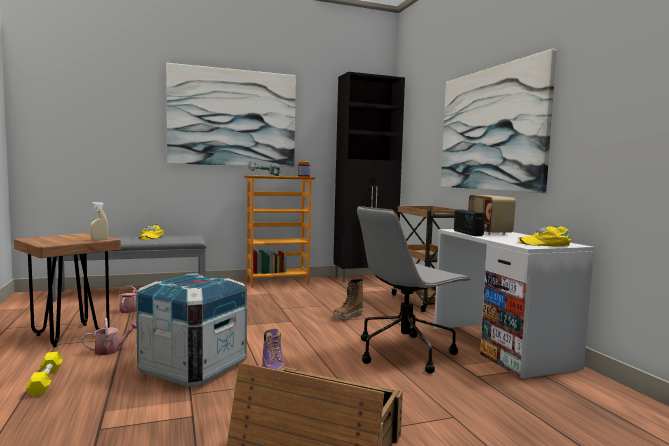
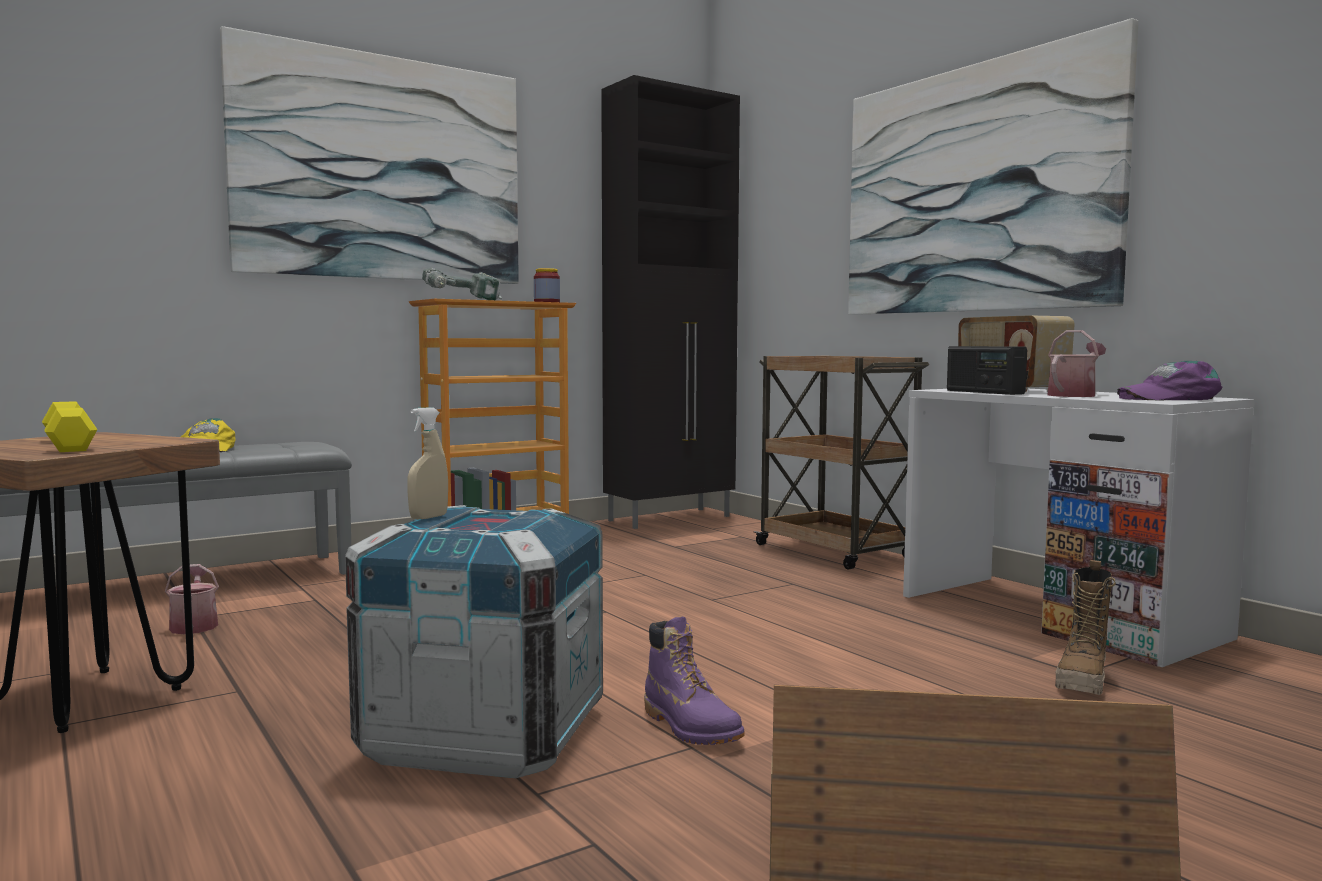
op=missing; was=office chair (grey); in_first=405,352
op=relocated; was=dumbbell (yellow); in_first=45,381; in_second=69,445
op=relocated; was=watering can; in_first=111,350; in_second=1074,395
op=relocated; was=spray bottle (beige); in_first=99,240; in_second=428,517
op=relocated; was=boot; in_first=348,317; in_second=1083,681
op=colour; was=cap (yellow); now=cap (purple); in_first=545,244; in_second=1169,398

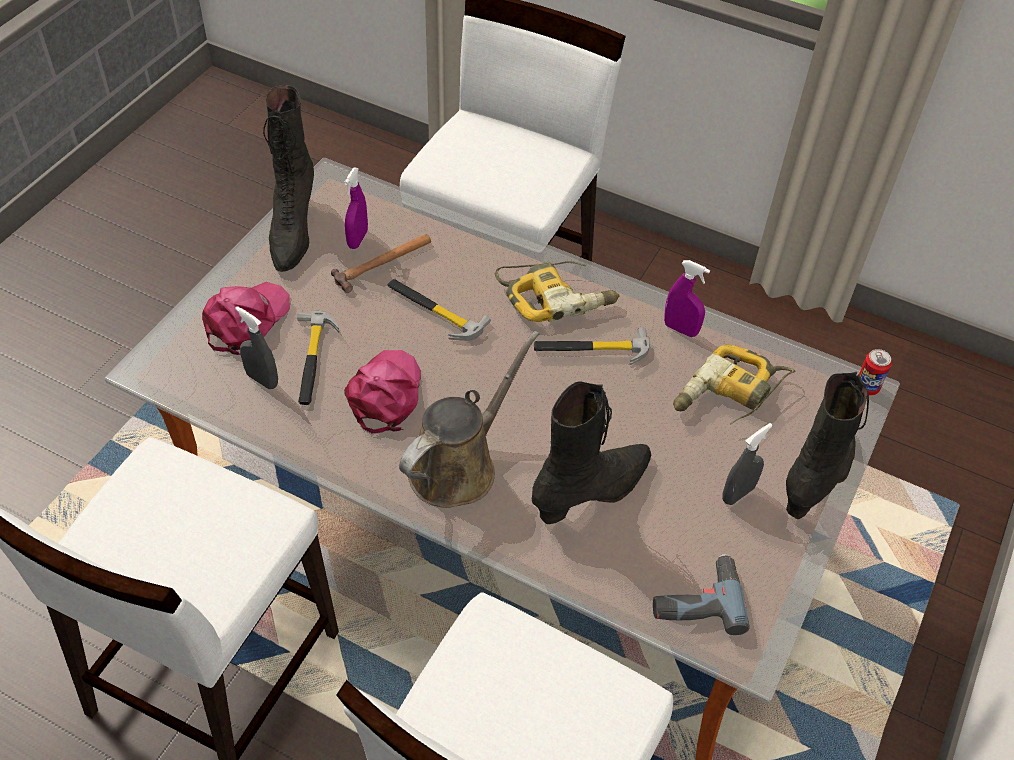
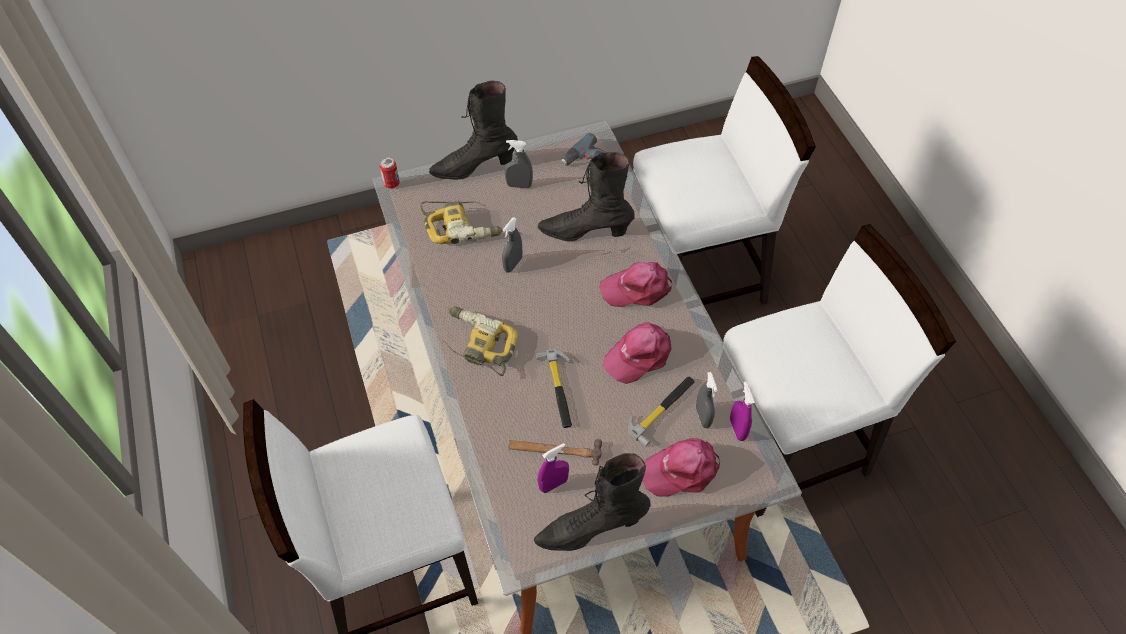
op=missing; was=hammer; in_first=591,349
op=appeared; now=spray bottle (grey); in_second=513,264
op=relocated; was=spray bottle (purple); in_first=680,329; in_second=737,429
op=exchanged; was=watering can (brown); now=cap (pink); in_first=458,466; in_second=637,288
op=spun; was=boot (black); in_first=292,230; in_second=590,528; clockwise=-150

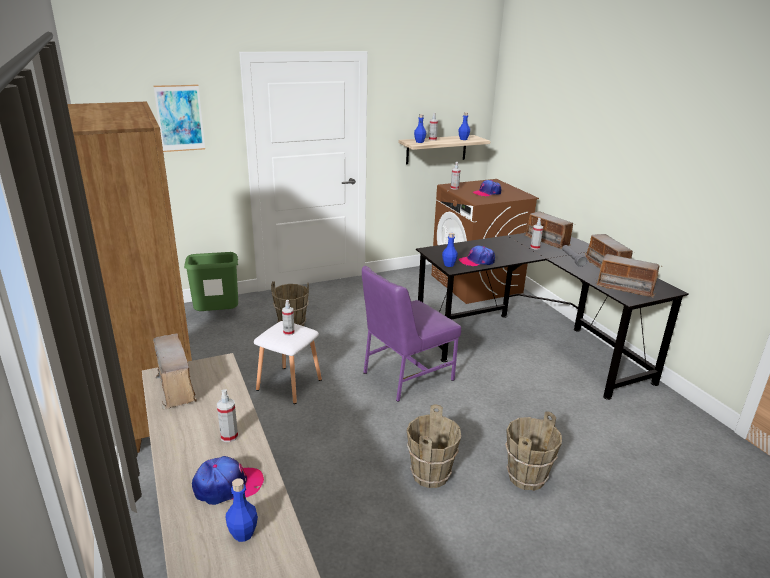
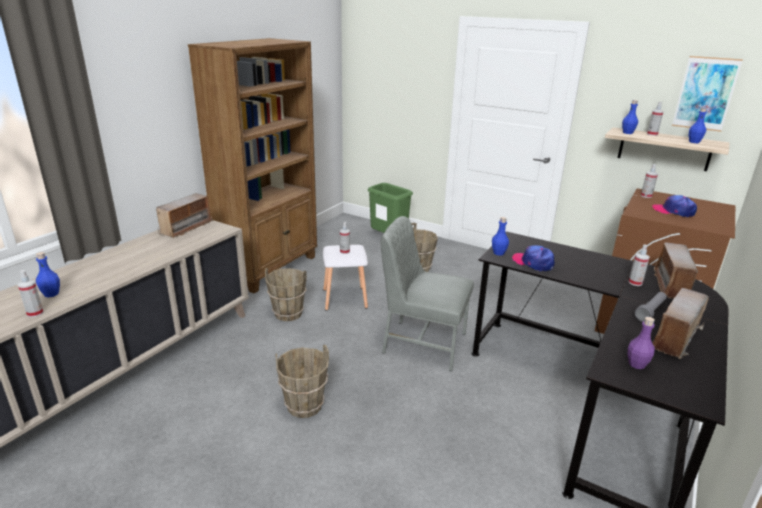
op=missing; was=cap; in_first=227,486
op=relocated; was=picture; in_first=180,118; in_second=705,93
op=relocated; was=spray bottle; in_first=229,436; in_second=35,313
op=relocated; was=bucket (brown); in_first=526,477; in_second=288,313
op=exchanged; was=radio; now=bottle (purple); in_first=625,288; in_second=636,364
op=colour; was=chair (purple); now=chair (grey); in_first=406,376; in_second=423,343

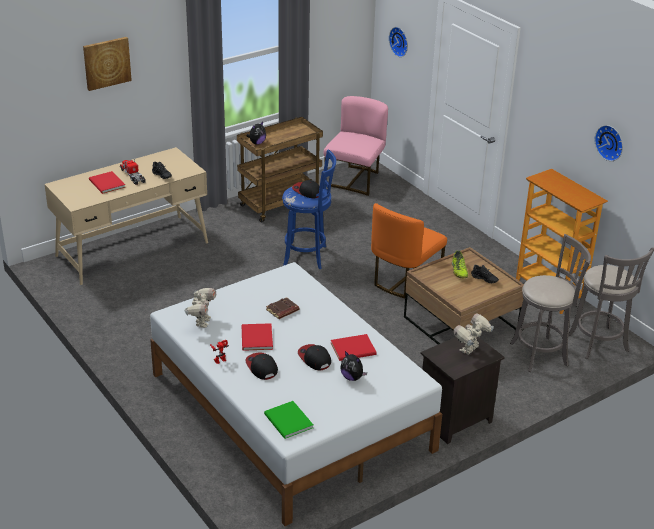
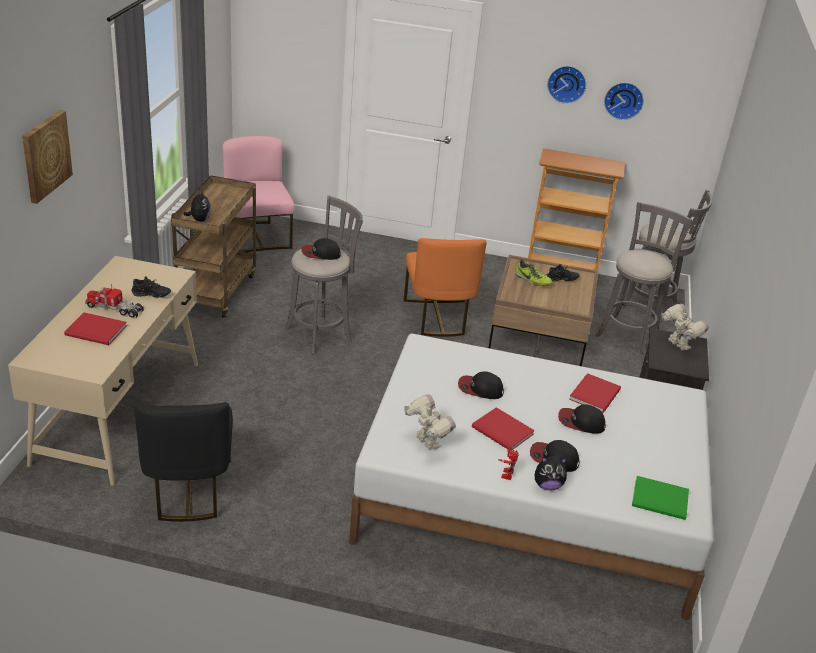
op=appeared; now=chair (black); in_second=188,490
op=relocated; was=plush toy; in_first=352,377; in_second=547,485
op=relocated; was=wall clock; in_first=400,41; in_second=567,83
op=exchanged; was=book (brown); now=cap; in_first=282,311; in_second=480,389
op=colour; was=stool (blue); now=stool (grey); in_first=308,256; in_second=321,333
op=spun; was=toy robot; in_first=470,350; in_second=677,345; clockwise=150

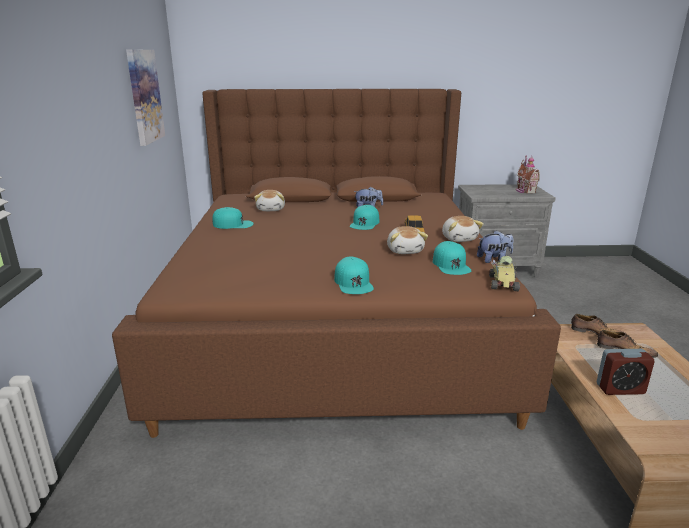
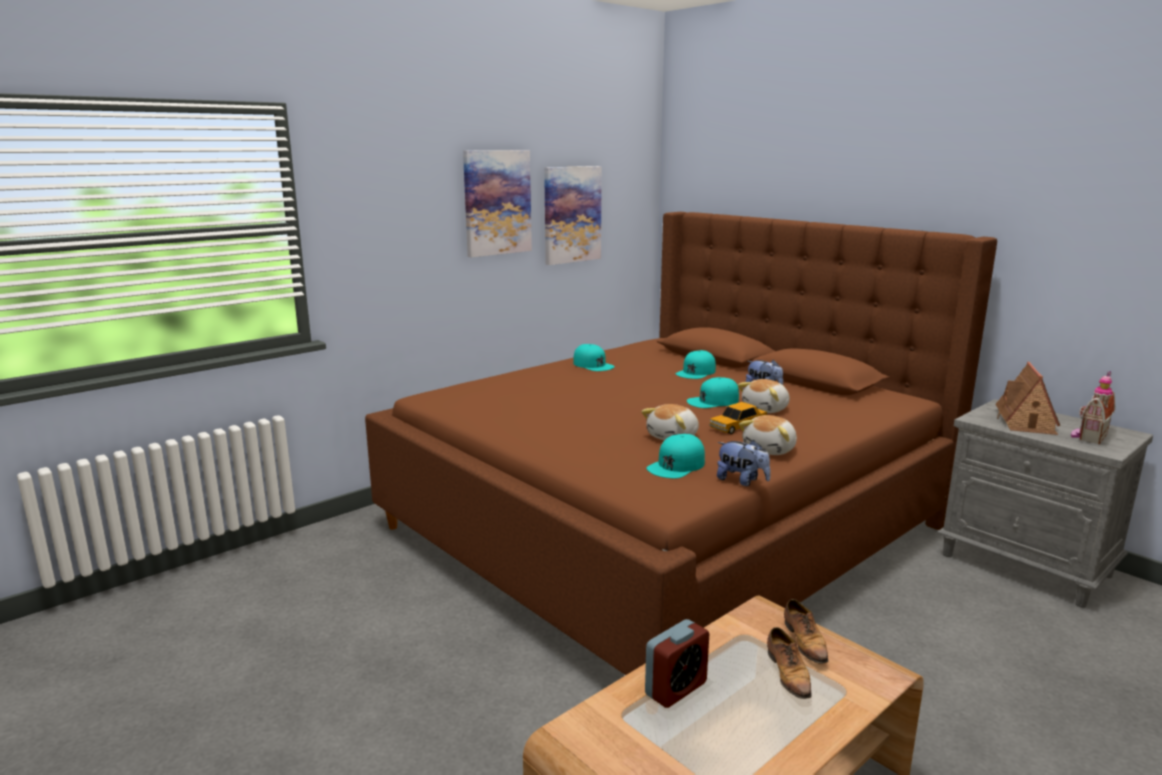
op=missing; was=toy car; in_first=502,283
op=appeared; now=picture; in_second=497,202
op=appeared; now=toy house; in_second=1026,422
op=relocated; was=plush toy; in_first=271,209; in_second=766,409
op=relocated; was=cap (turquoise); in_first=353,282; in_second=696,372
op=spun; was=alarm clock; in_first=620,389; in_second=676,689; clockwise=-90

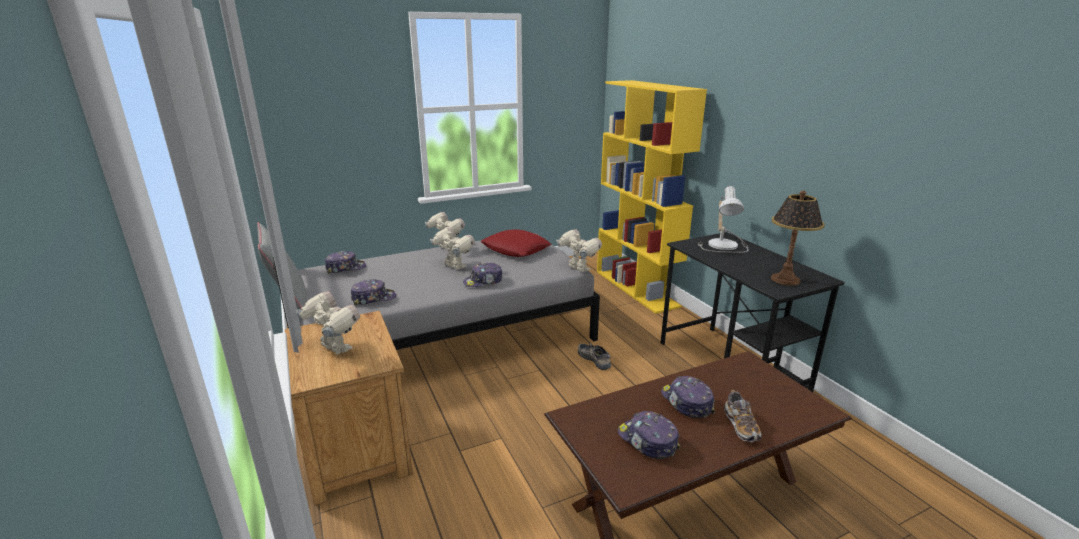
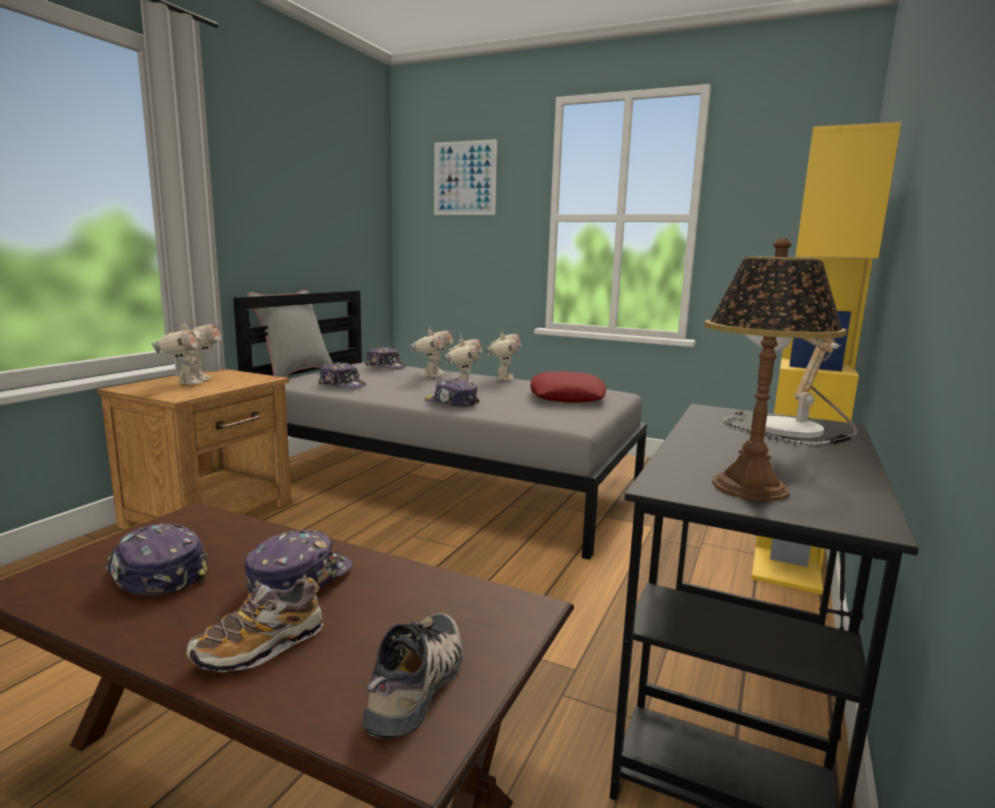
op=appeared; now=picture; in_second=464,178
op=relocated; was=toy robot; in_first=578,269; in_second=432,375
op=relocated; was=shoe; in_first=595,359; in_second=419,684
op=spun; was=cap; in_first=647,441; in_second=157,575; clockwise=-60

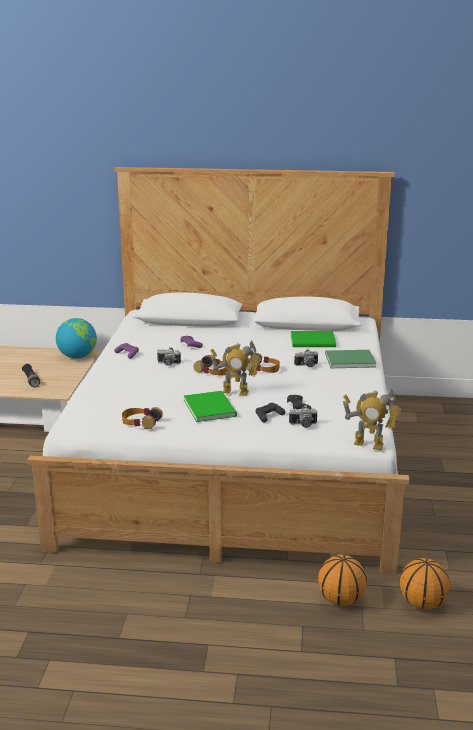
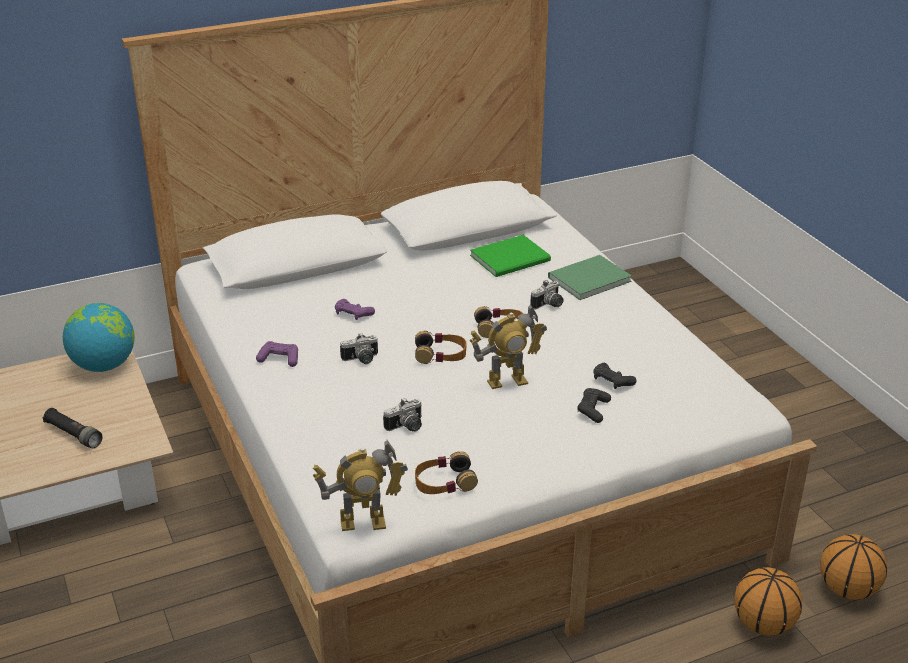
op=missing; was=book (green); in_first=210,407
op=relocated; was=photo camera; in_first=303,425; in_second=407,427
op=relocated; was=toy robot; in_first=368,444; in_second=363,523

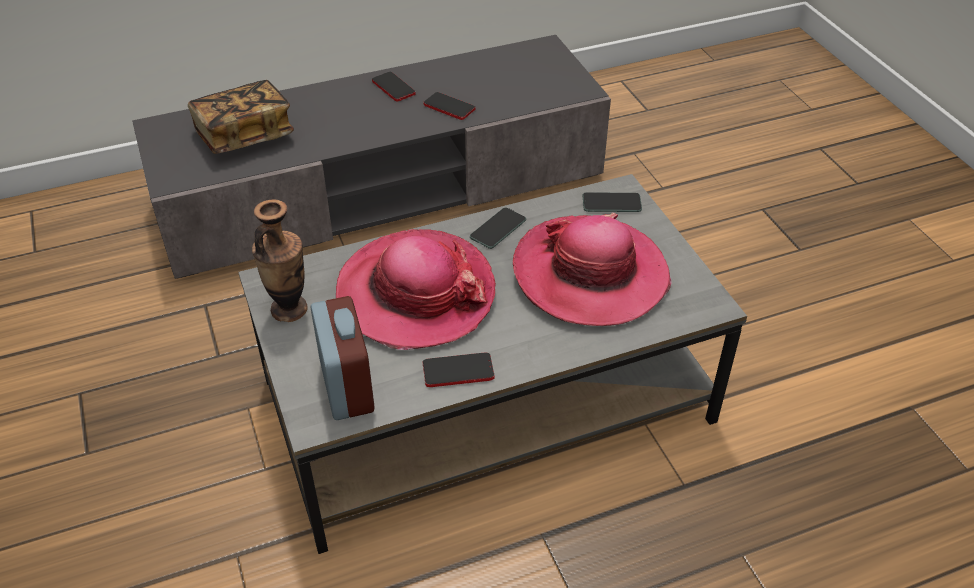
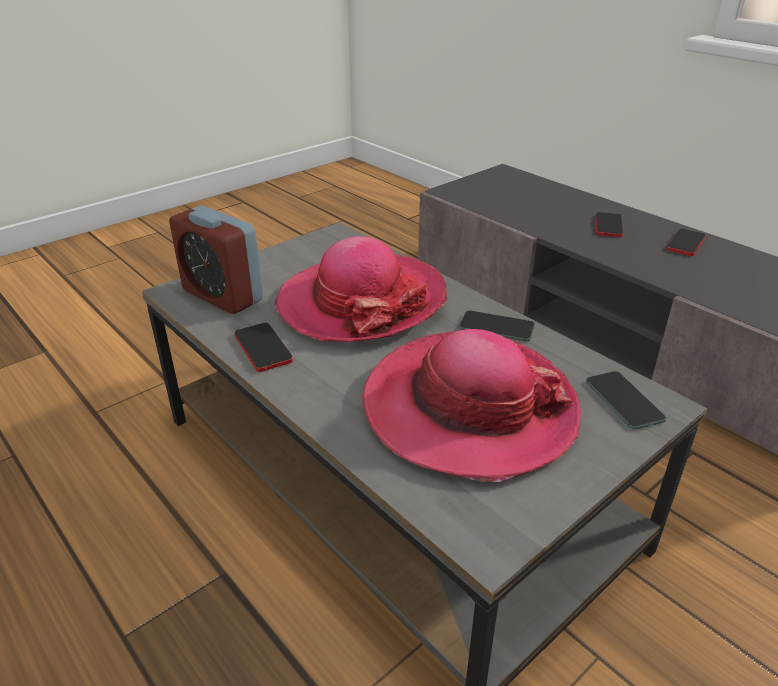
op=missing; was=book; in_first=244,135
op=missing; was=vase; in_first=289,309
op=relocated; was=phone; in_first=449,107; in_second=608,226
op=spun; was=alarm clock; in_first=347,386; in_second=222,295; clockwise=75

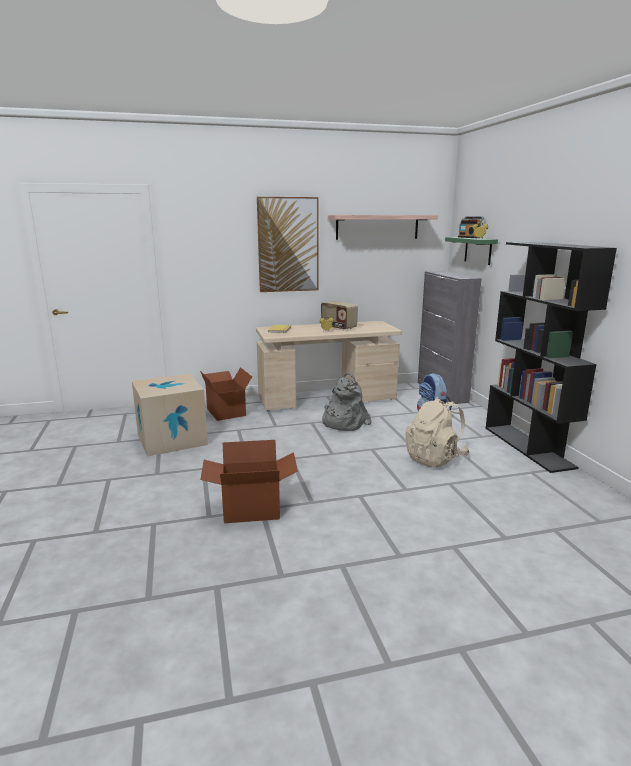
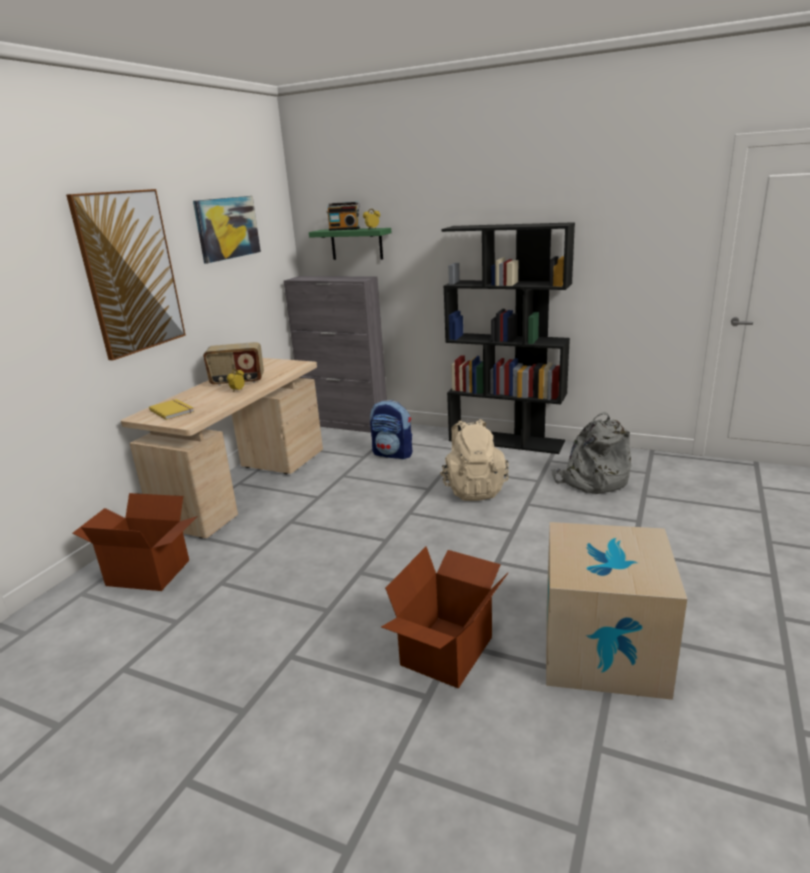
op=relocated; was=cardboard box; in_first=172,439; in_second=603,650
op=relocated; was=backpack (grey); in_first=343,422; in_second=592,481
op=exchanged; was=shelf; now=picture; in_first=377,227; in_second=227,228

